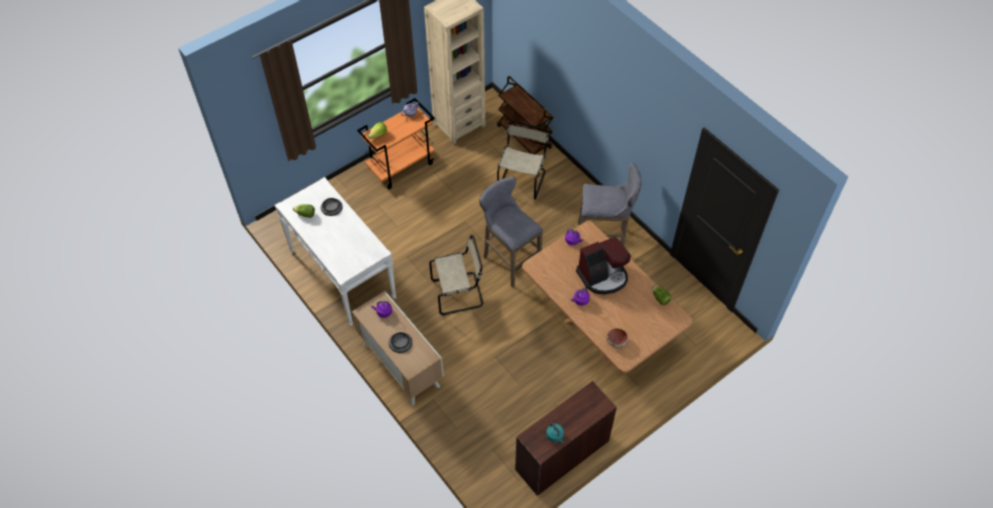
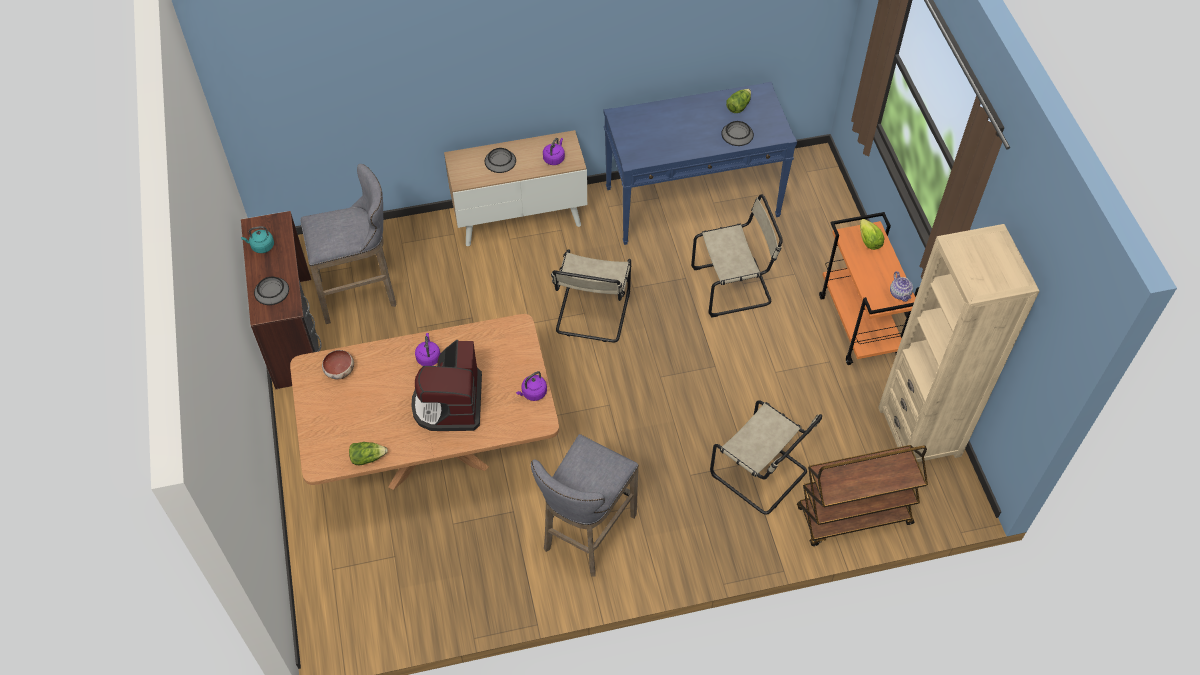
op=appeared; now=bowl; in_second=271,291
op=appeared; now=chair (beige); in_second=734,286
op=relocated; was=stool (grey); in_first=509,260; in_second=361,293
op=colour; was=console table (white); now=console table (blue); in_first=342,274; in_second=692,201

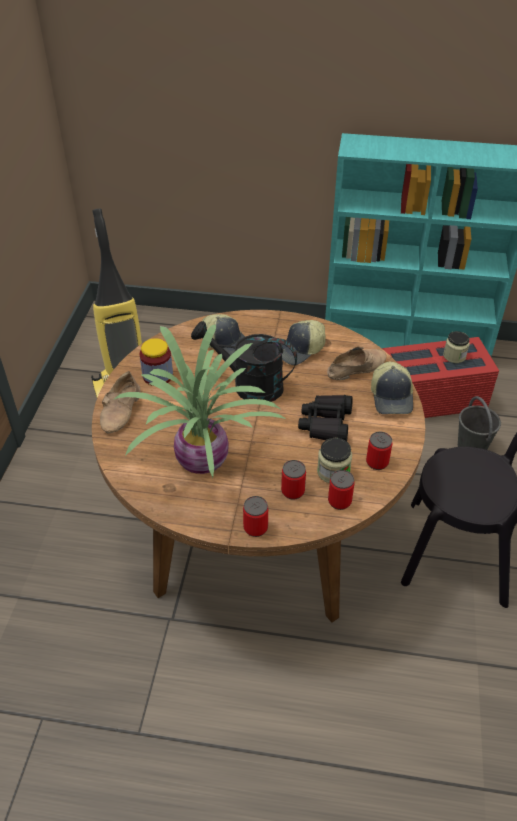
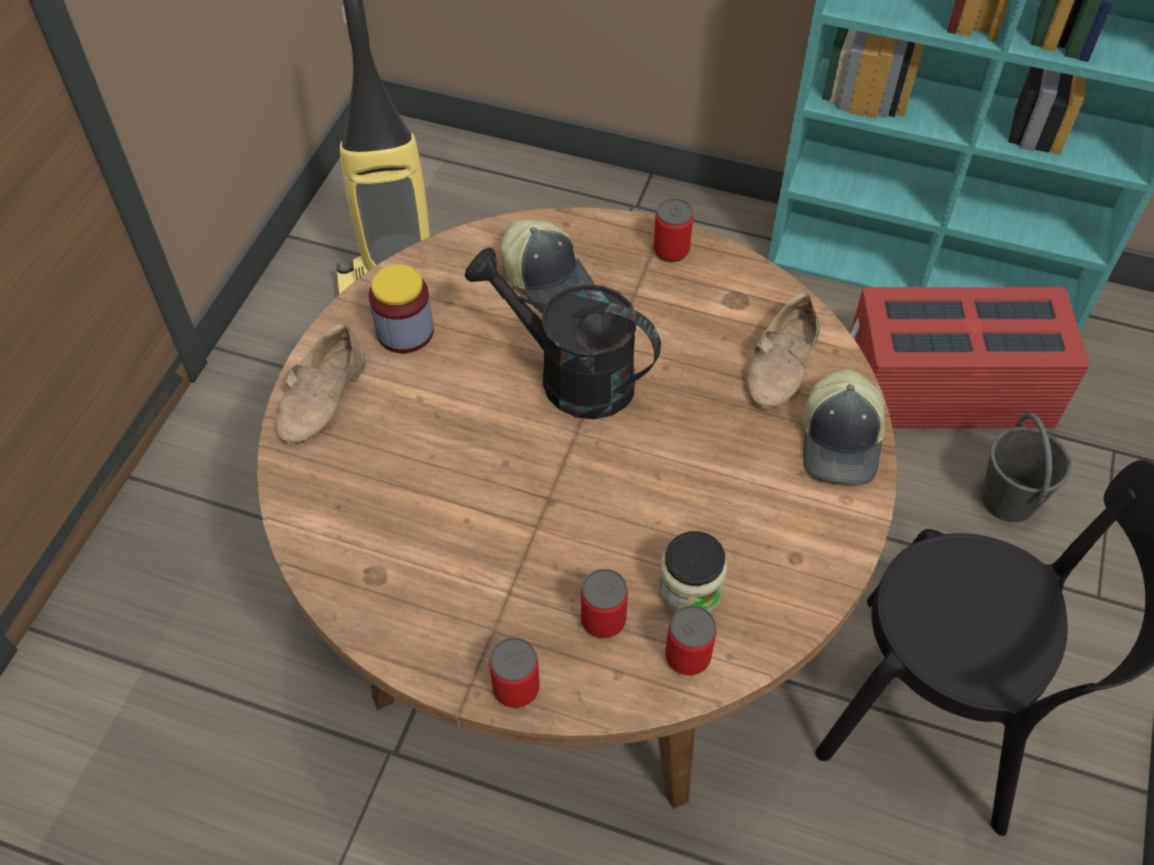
op=missing; was=potted plant; in_first=204,459
op=missing; was=cap; in_first=300,350
op=missing; was=binoculars (black); in_first=326,424
op=missing; was=jar; in_first=454,356
op=relocated; was=can; in_first=377,462; in_second=671,250
op=spun; was=shoe (beige); in_first=356,367; in_second=785,364; clockwise=135

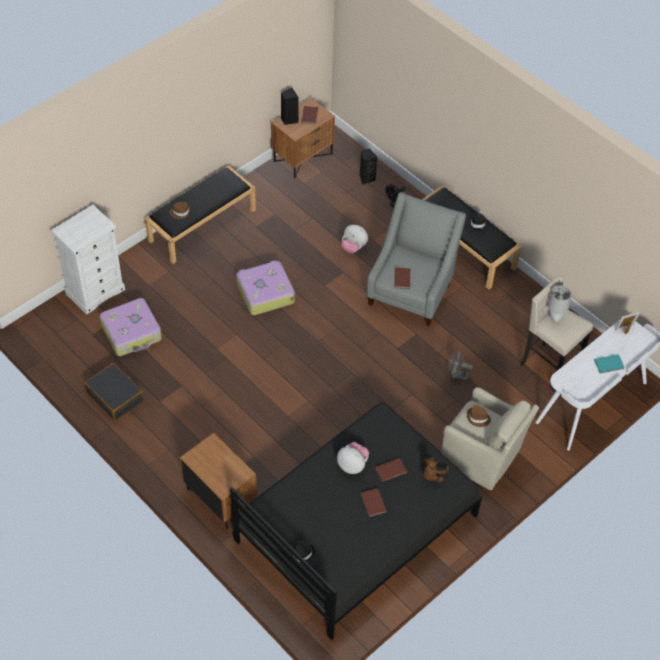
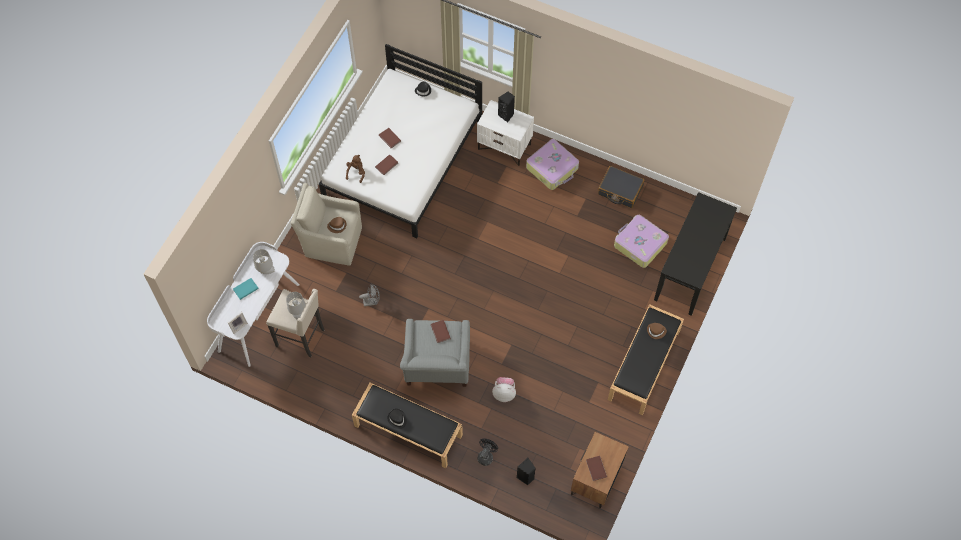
op=missing; was=plush toy; in_first=352,465
op=appeared; now=table lamp (grey); in_second=265,271
op=relocated; was=suitcase; in_first=265,293; in_second=552,168
op=relocated; was=speaker (black); in_first=289,120; in_second=506,115
op=exchanged; was=dresser (white); now=console table (black); in_first=95,291; in_second=690,269
op=colour; was=nightstand (brown); now=nightstand (white); in_first=220,498; in_second=504,146
op=colour; was=bed (black); now=bed (white); in_first=356,527; in_second=403,160

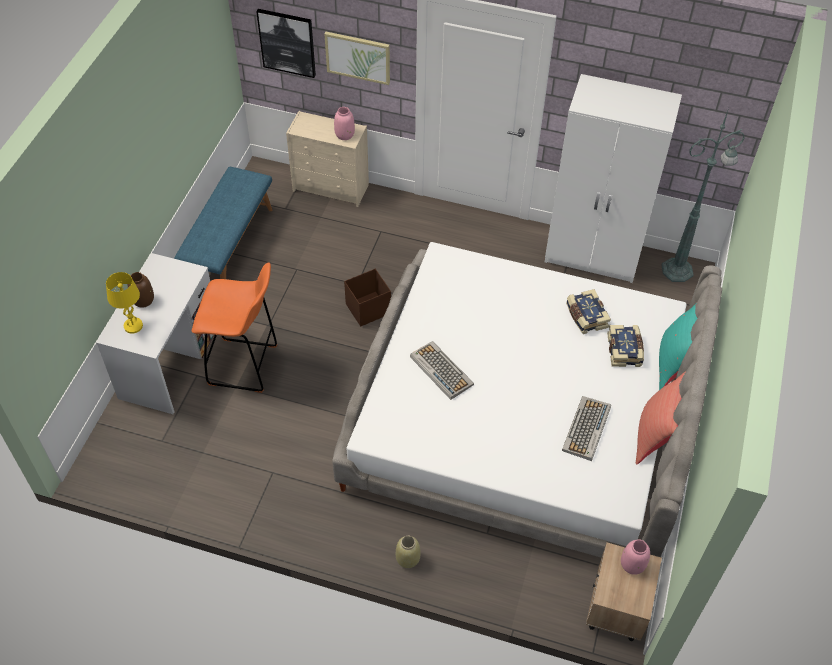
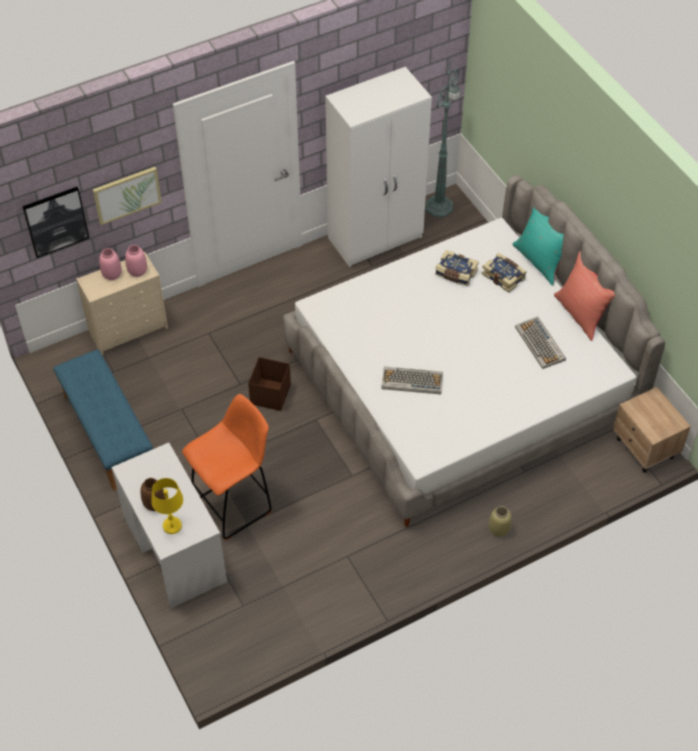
op=relocated; was=vase (pink); in_first=632,565; in_second=112,274

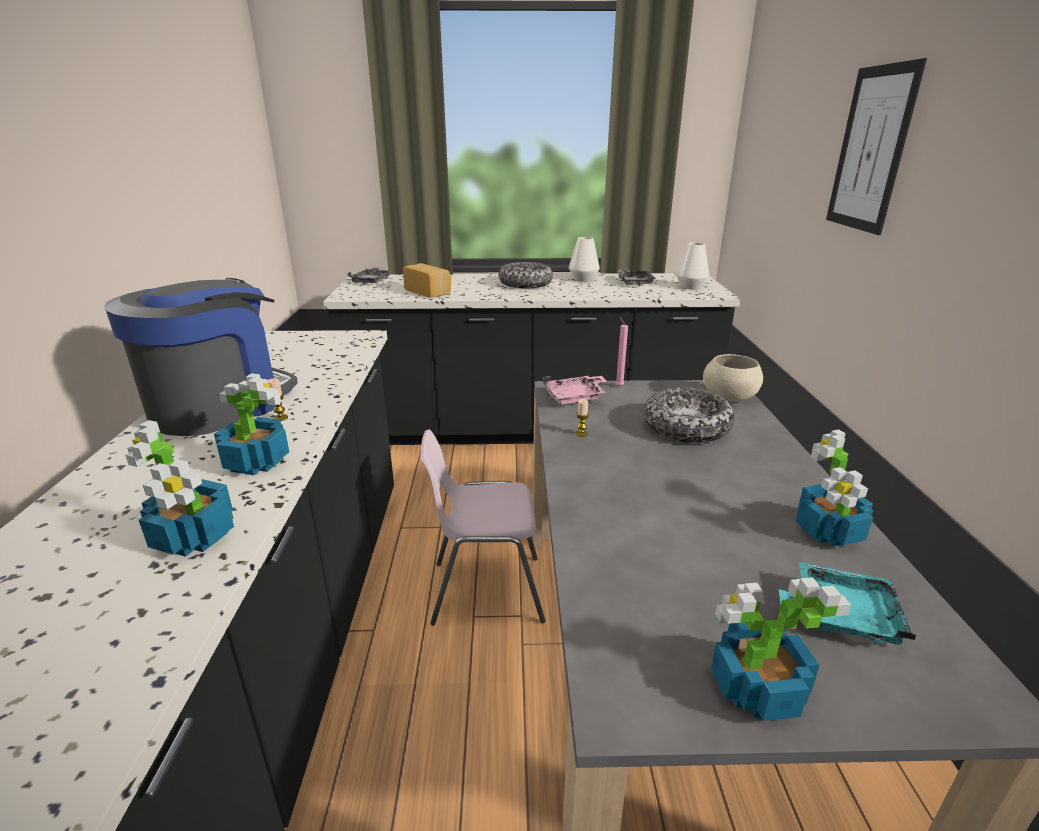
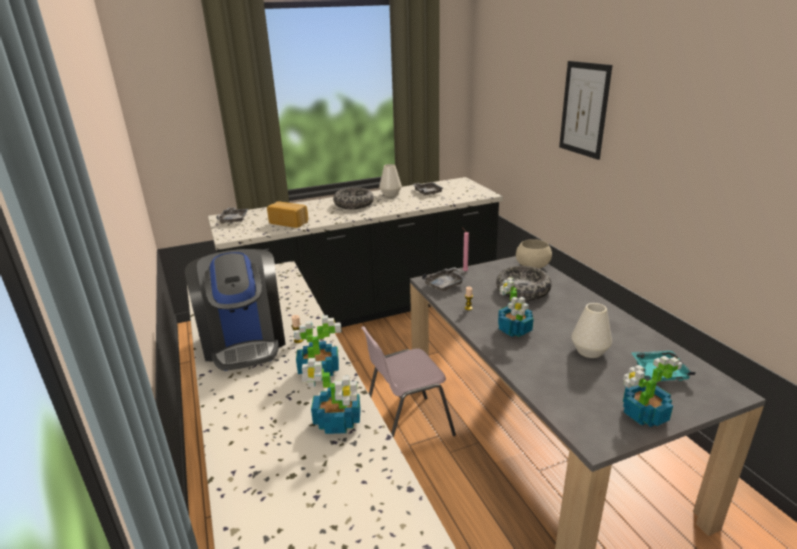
op=relocated; was=vase (white); in_first=691,287; in_second=589,351
op=relocated; was=potted plant; in_first=828,532; in_second=514,330
op=colour; was=tray (pink); now=tray (grey); in_first=575,397; in_second=445,284
op=spun; was=coffee machine; in_first=220,405; in_second=244,341; clockwise=150

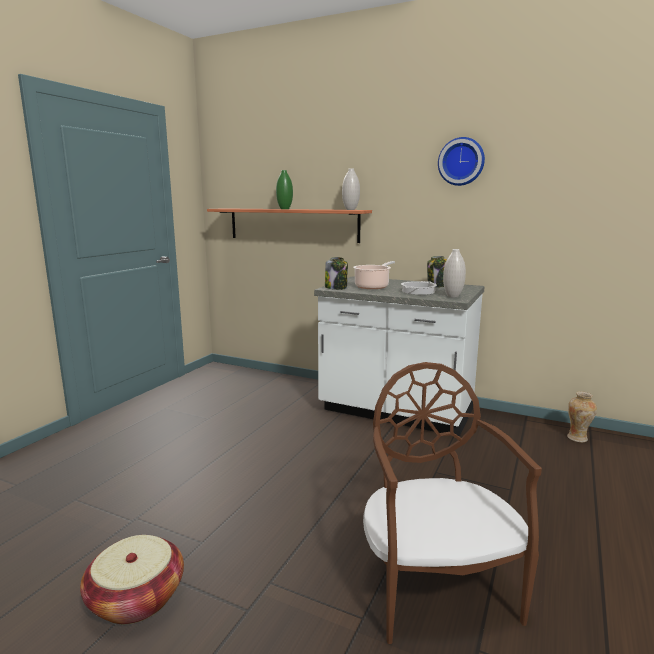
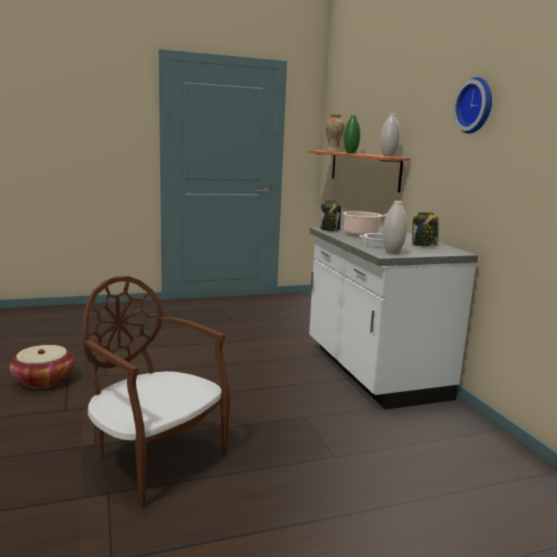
op=relocated; was=vase; in_first=578,438; in_second=333,151
op=spun; was=chair (brown); in_first=436,586; in_second=155,460; clockwise=-90

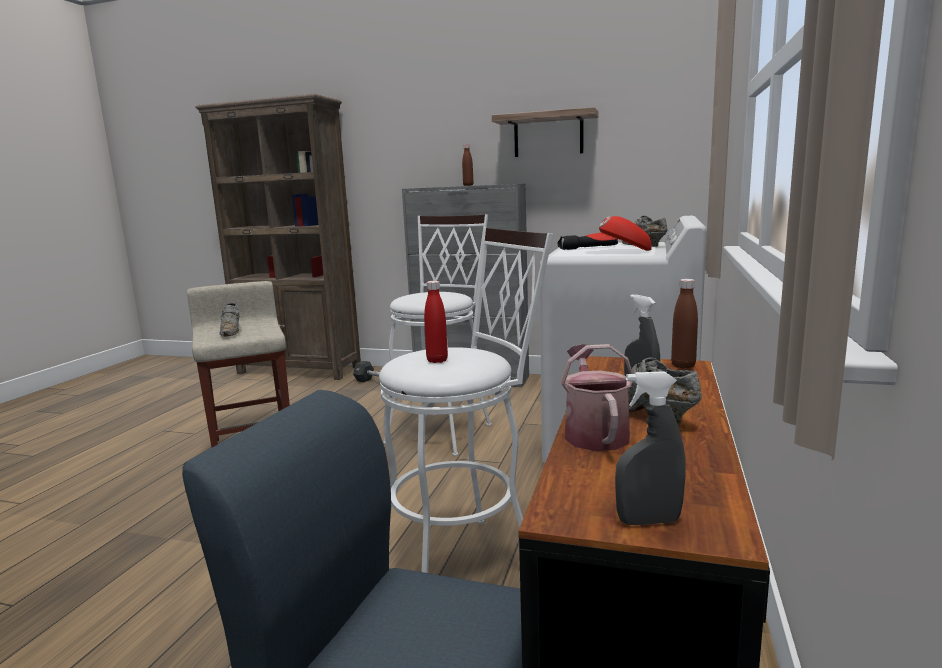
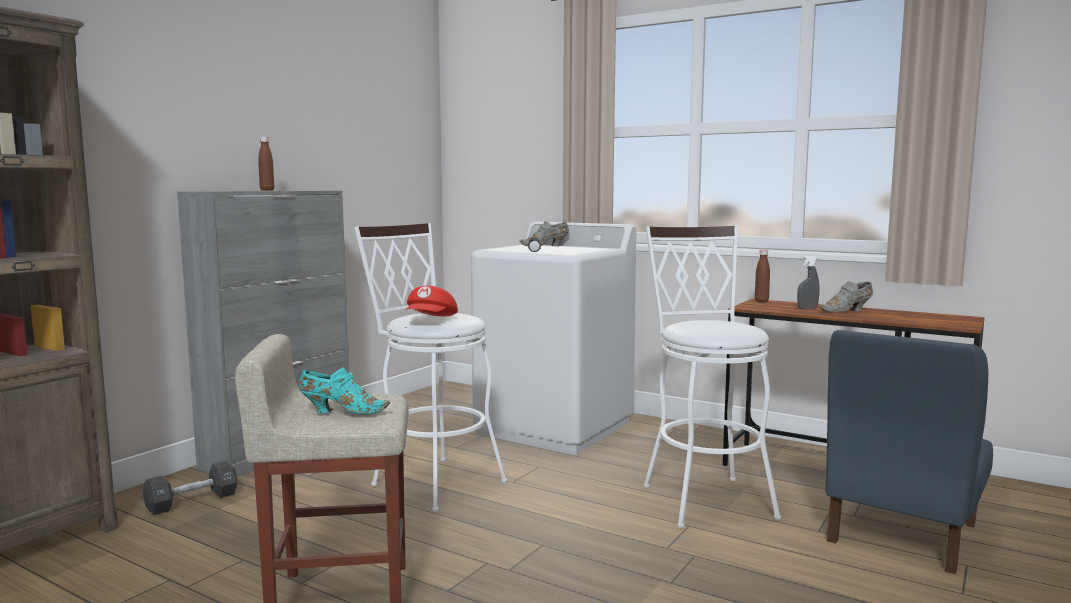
op=missing; was=bottle (red); in_first=437,360
op=missing; was=shelf; in_first=548,135
op=missing; was=watering can; in_first=594,432
op=missing; was=spray bottle (grey); in_first=648,521
op=relocated; was=cap (red); in_first=619,251; in_second=431,320
op=colour; was=shoe (grey); now=shoe (turquoise); in_first=231,332; in_second=341,411

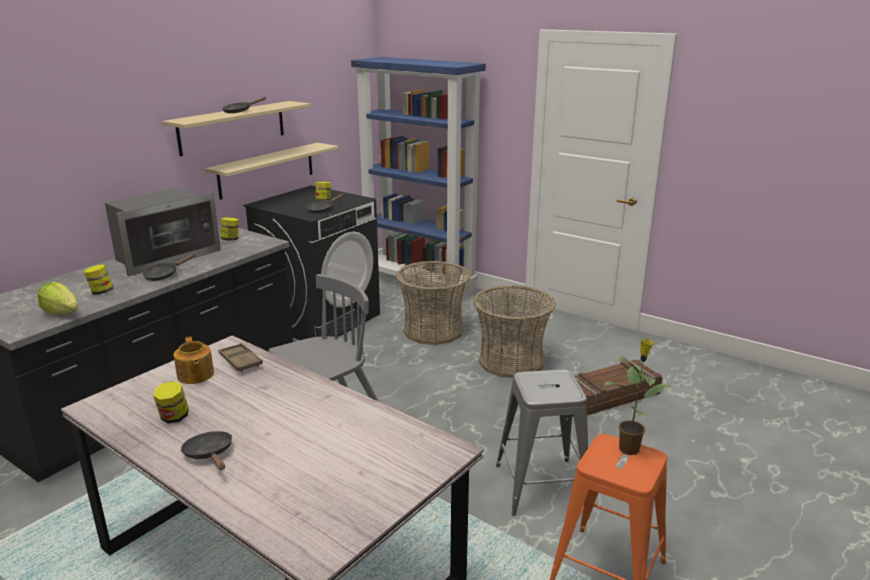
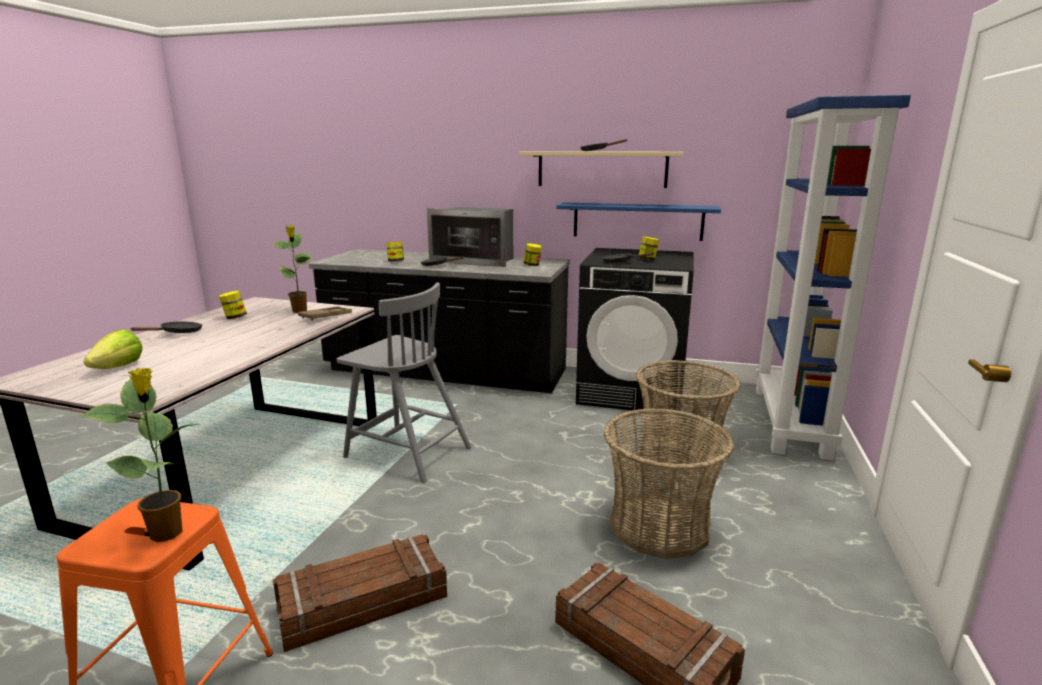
op=relocated; was=lettuce; in_first=62,313; in_second=119,367
op=exchanged; was=teapot; now=potted plant; in_first=195,375; in_second=299,311
op=exchanged; was=stool (grey); now=crate; in_first=541,486; in_second=362,601
op=colour; was=shelf (beige); now=shelf (blue); in_first=267,170; in_second=637,221

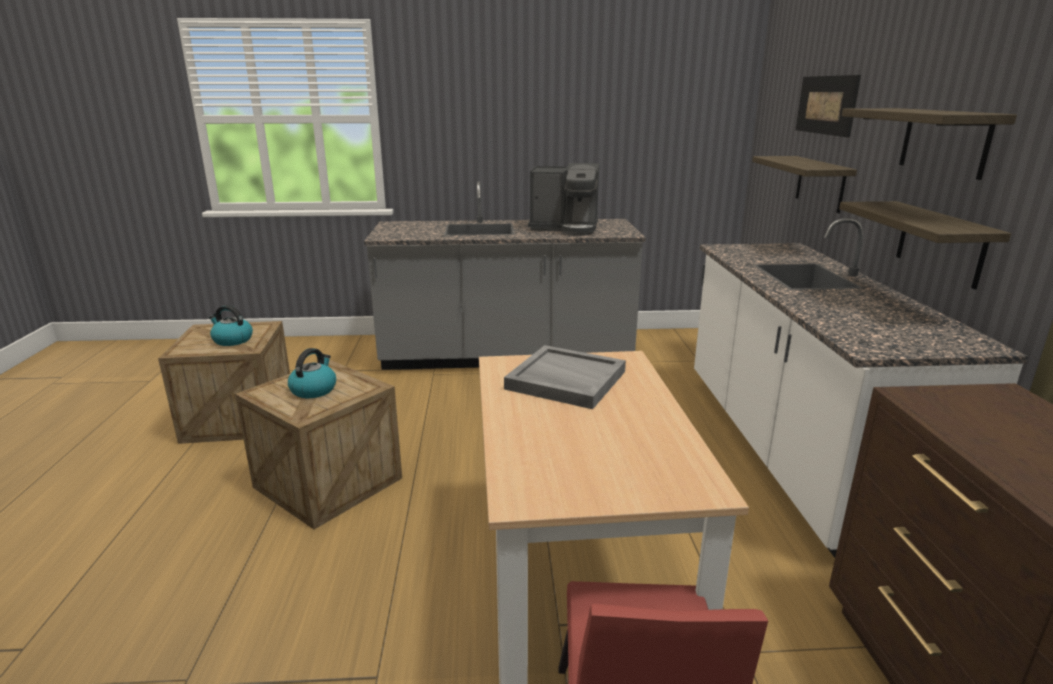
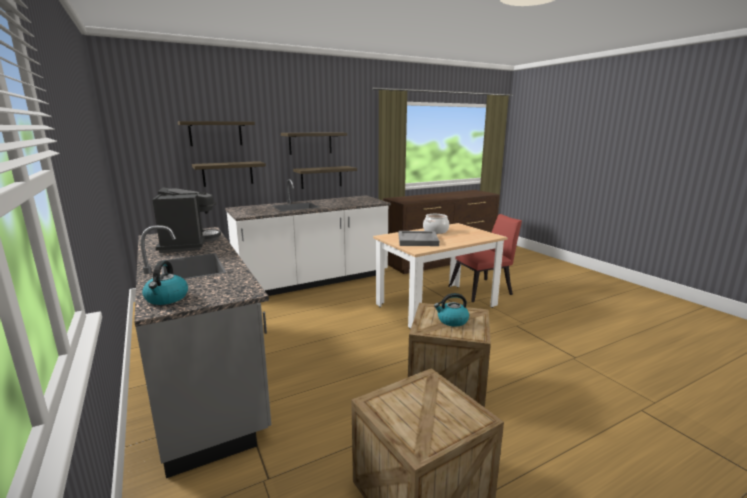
op=appeared; now=cooking pot; in_second=435,231
op=relocated; was=kettle; in_first=232,340; in_second=166,298
op=exchanged; was=picture; now=shelf; in_first=826,105; in_second=215,133

